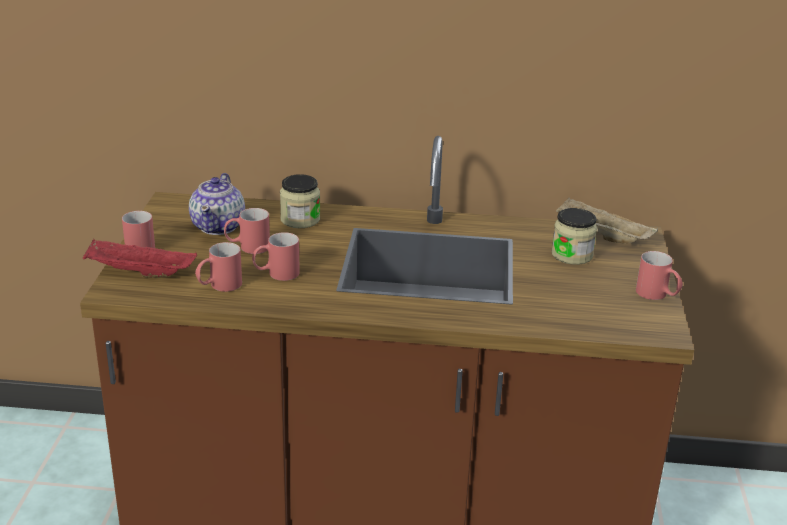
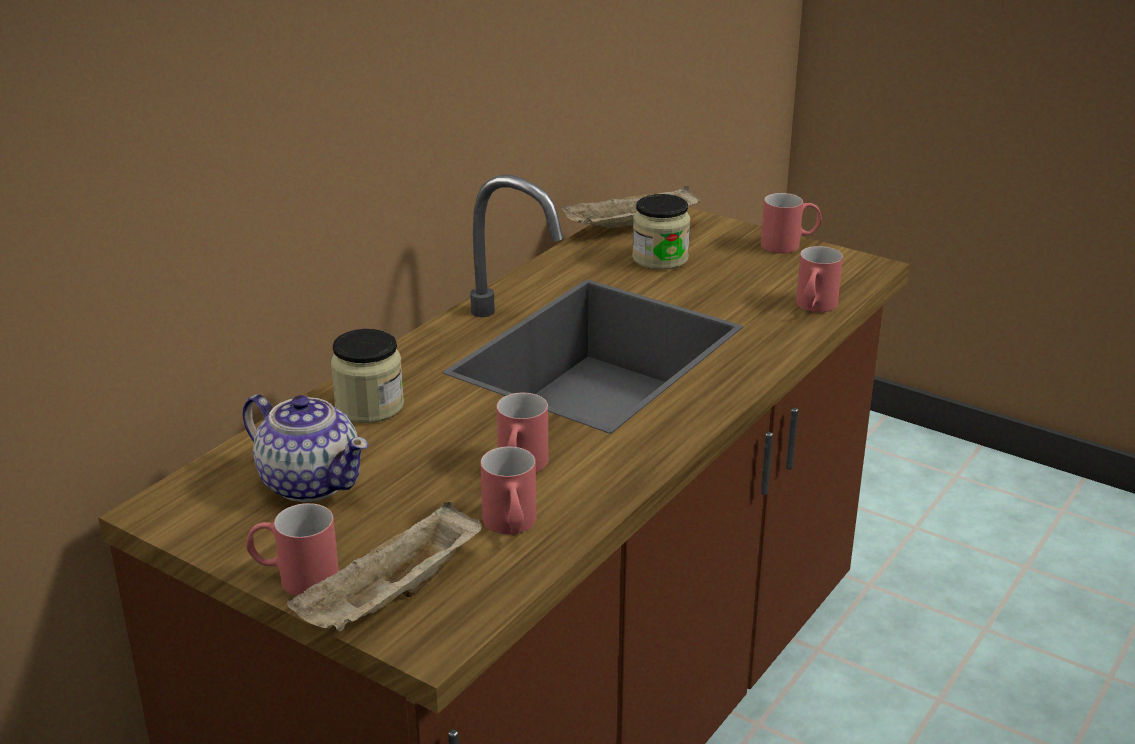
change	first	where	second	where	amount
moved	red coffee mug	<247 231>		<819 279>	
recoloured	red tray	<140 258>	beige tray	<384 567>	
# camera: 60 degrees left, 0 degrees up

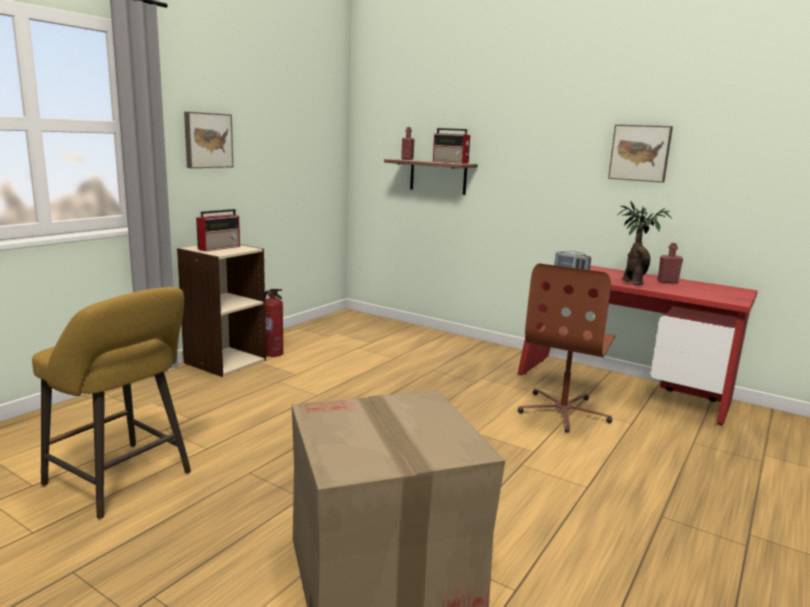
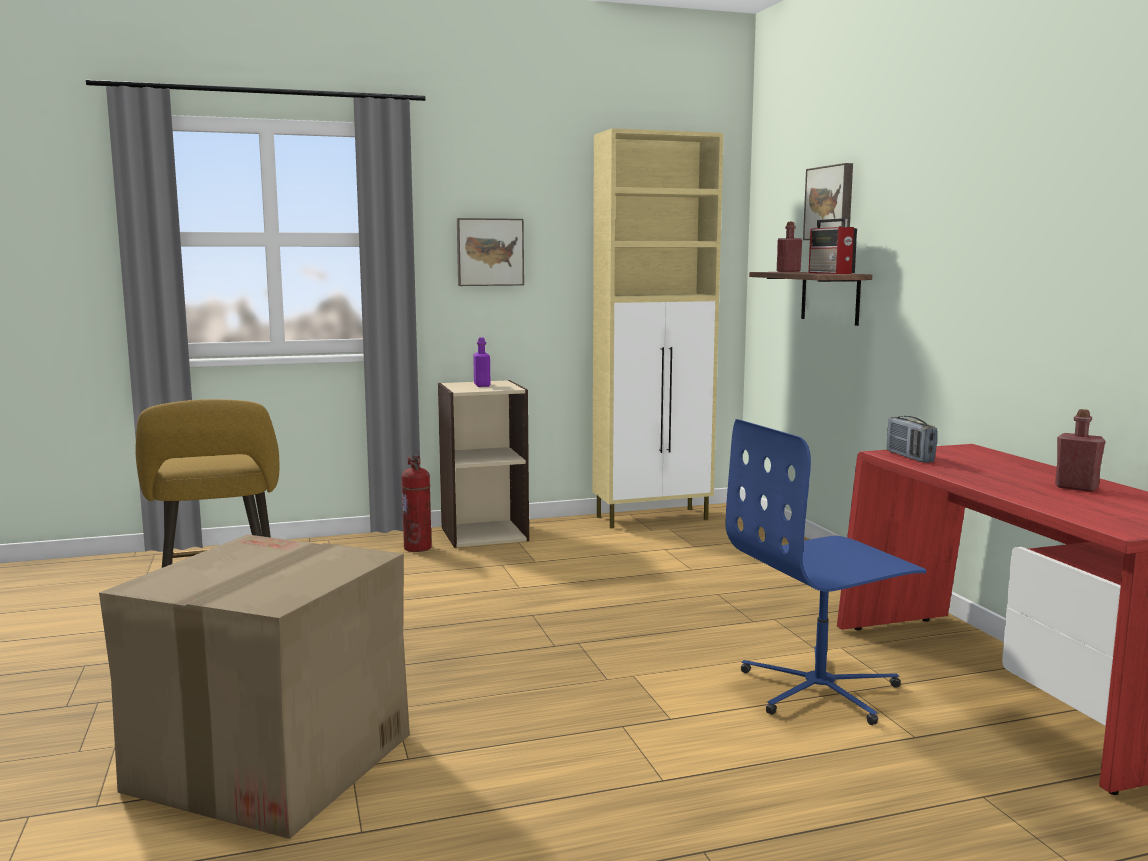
change	first	where	second	where	amount
moved	picture	<640 154>		<828 201>	
removed	potted plant	<644 243>			
replaced	radio set	<218 230>	purplish drink bottle	<481 362>	
recoloured	brown-coloured office chair	<566 348>	blue office chair	<825 572>	
moved	fire-fighting cylinder	<274 323>		<416 503>	
added			beige storage cabinet	<658 328>	
# camera: 40 degrees right, 5 degrees down

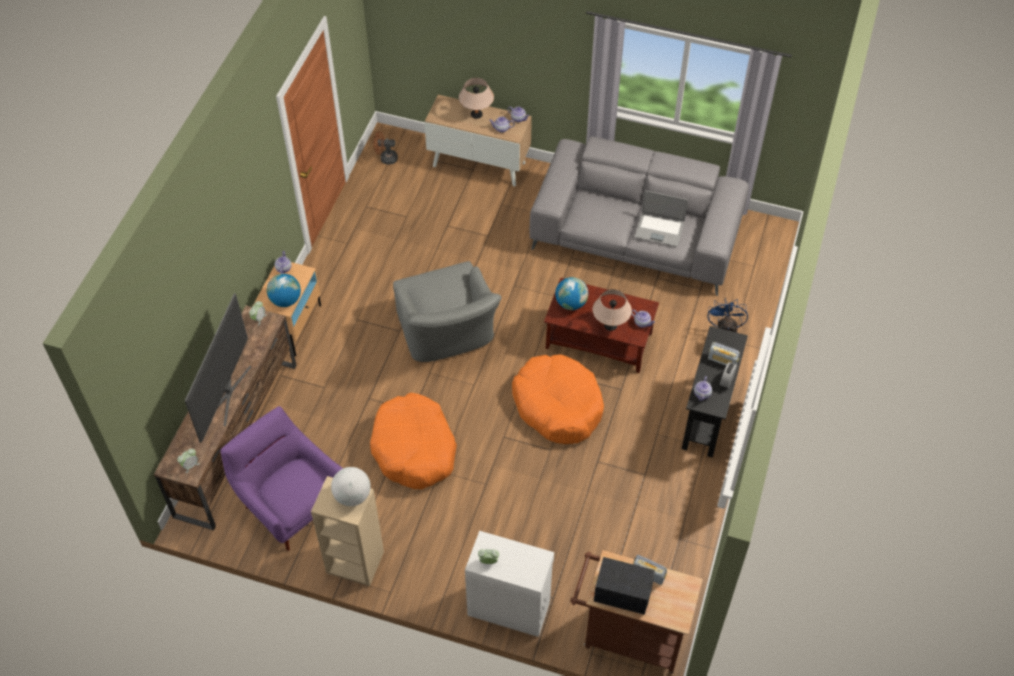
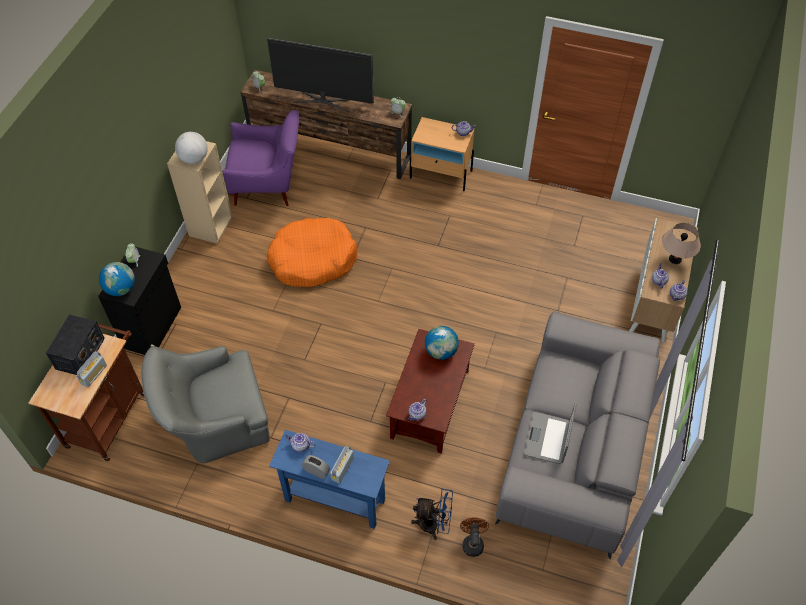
change	first	where	second	where	amount
moved	brown-coloured fan	<385 148>		<474 537>	
moved	greyish easy chair	<447 311>		<205 404>	
moved	desk globe	<284 290>		<117 279>	
removed	beige tabletop lamp	<612 310>			
recoloured	black narrow table	<715 391>	blue narrow table	<329 479>	
removed	orangey dog cushion	<558 399>			
turned	purplish easy chair	<281 478>		<260 158>	45 degrees clockwise
recoloured	whitish storage cabinet	<509 584>	black storage cabinet	<139 301>	
# camera: 90 degrees right, 0 degrees up

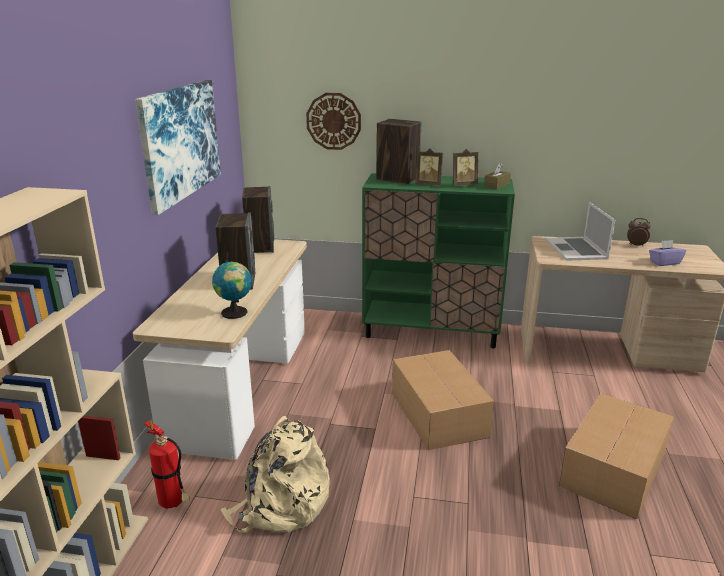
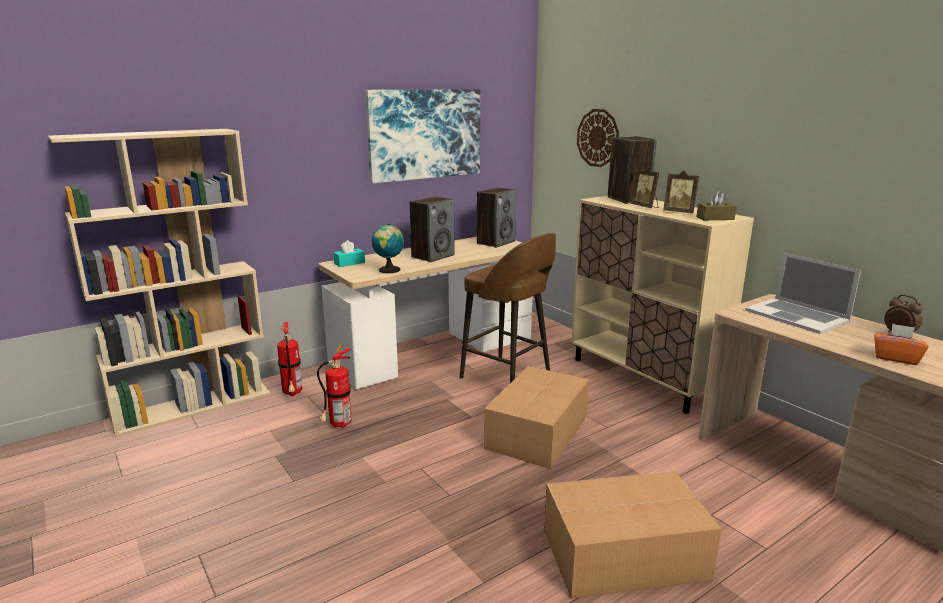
change	first	where	second	where	amount
recoloured	green-coloured storage cabinet	<438 260>	beige storage cabinet	<662 305>	
turned	laptop	<580 231>		<803 293>	75 degrees counterclockwise
recoloured	purplish tissue holder	<667 253>	orangey tissue holder	<901 344>	
replaced	beige knapsack	<275 474>	fire-fighting cylinder	<334 386>	
added			brown-coloured sitting stool	<507 308>	
added			turquoise-coloured tissue holder	<349 253>	
# camera: 45 degrees right, 5 degrees down

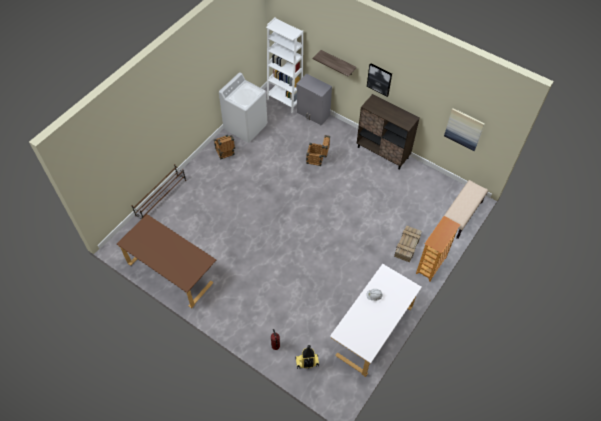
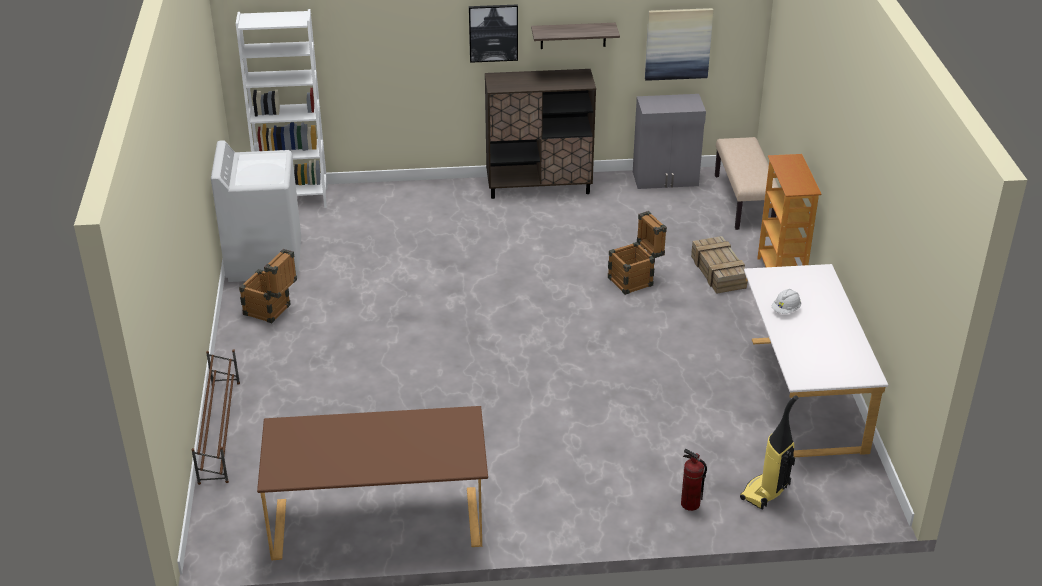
change	first	where	second	where	amount
moved	bracket shelf	<334 63>		<575 36>	
moved	greyish storage cabinet	<314 99>		<669 141>	
moved	shipping crate	<318 150>		<637 253>	
# camera: 40 degrees left, 20 degrees down

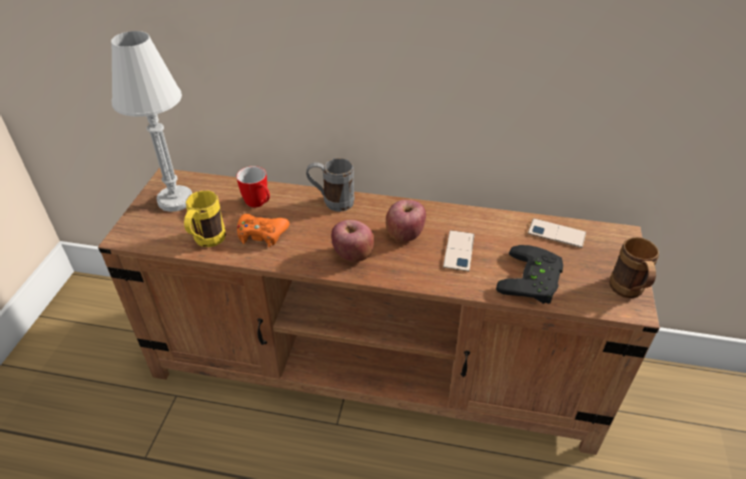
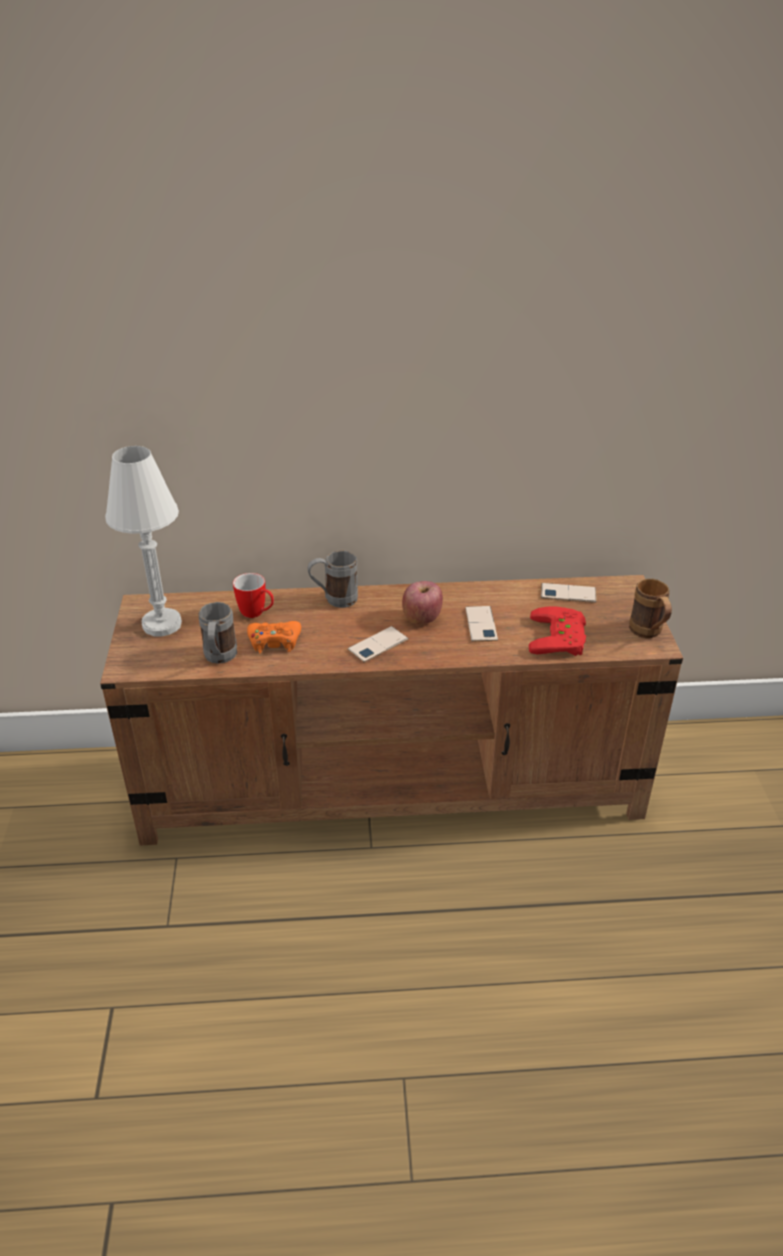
change	first	where	second	where	amount
recoloured	yellowish coffee mug	<205 218>	greyish coffee mug	<217 633>	
replaced	apple fruit	<352 241>	phone	<378 644>	
recoloured	black gamepad	<529 274>	red gamepad	<557 631>	
# camera: 15 degrees left, 5 degrees down

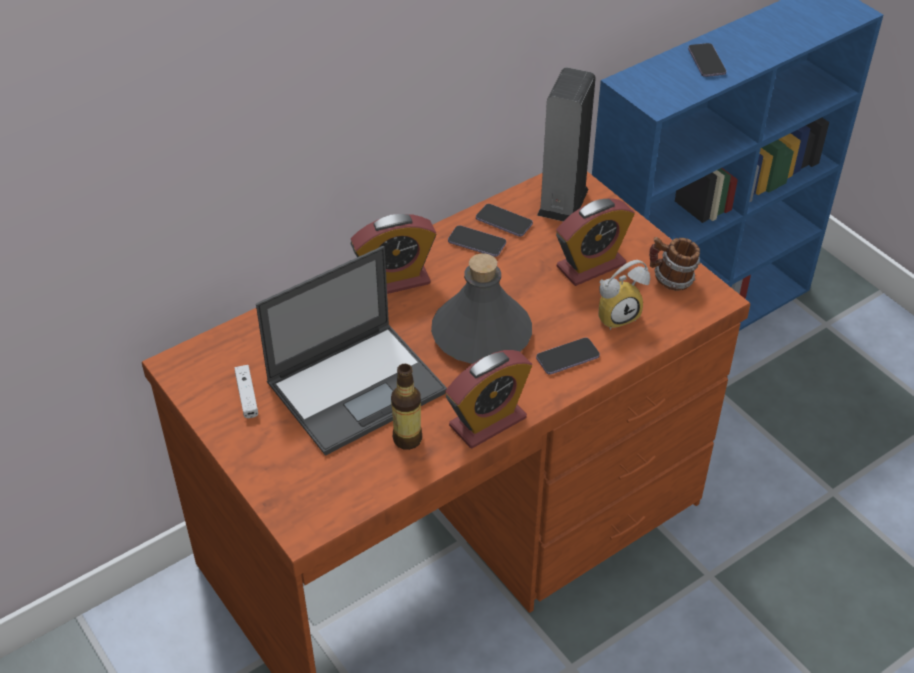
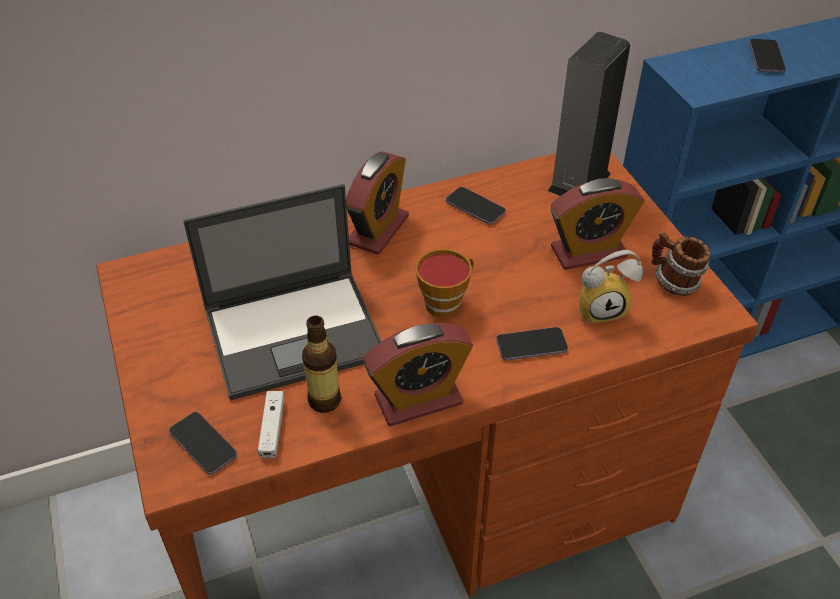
change	first	where	second	where	amount
moved	phone	<504 220>		<203 443>	
turned	alarm clock	<394 254>		<377 203>	60 degrees counterclockwise
replaced	greyish drink bottle	<481 308>	cup	<444 283>	
moved	whitish gamepad	<246 391>		<271 424>	
# camera: 15 degrees right, 0 degrees up

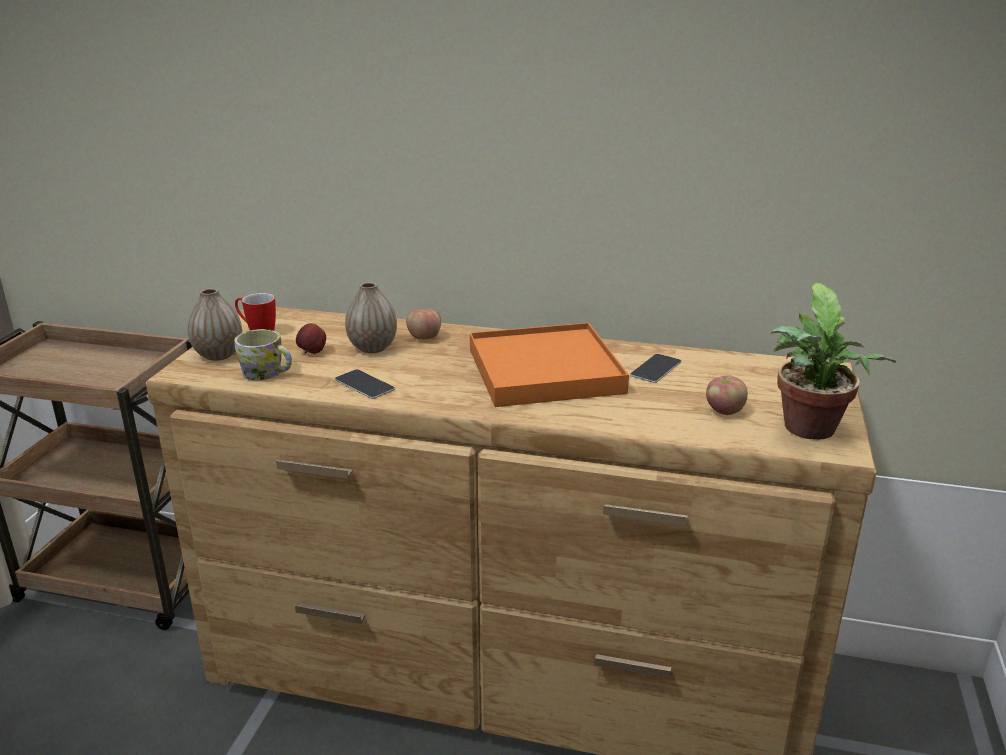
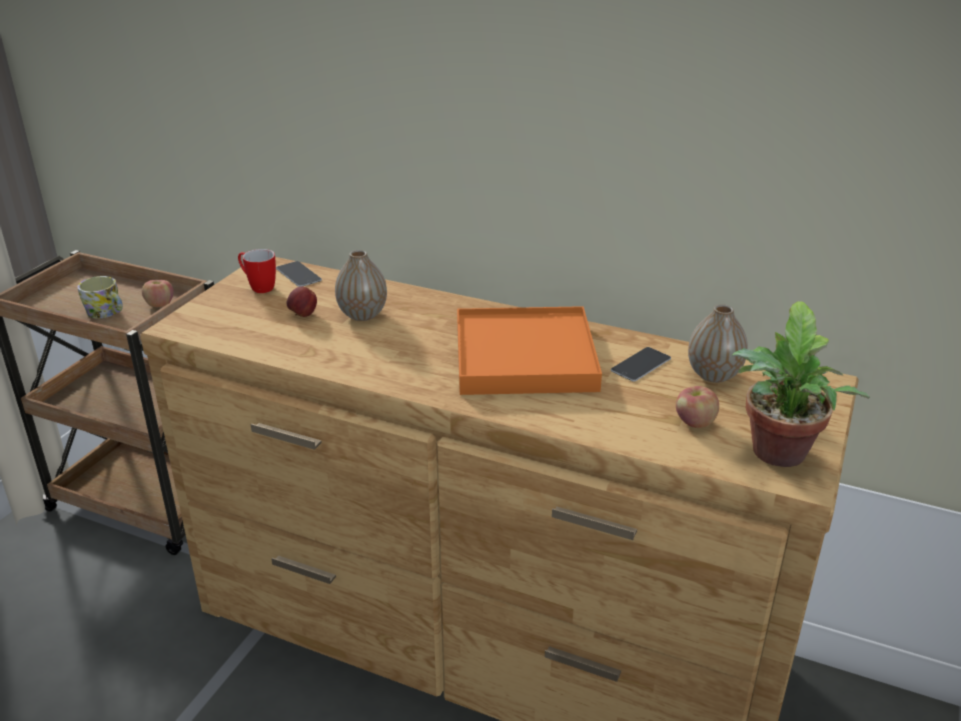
change	first	where	second	where	amount
moved	vase	<214 324>		<718 343>	
moved	apple fruit	<423 324>		<158 293>	
moved	coffee mug	<263 354>		<100 297>	
moved	phone	<364 384>		<299 274>	
# camera: 10 degrees right, 5 degrees up

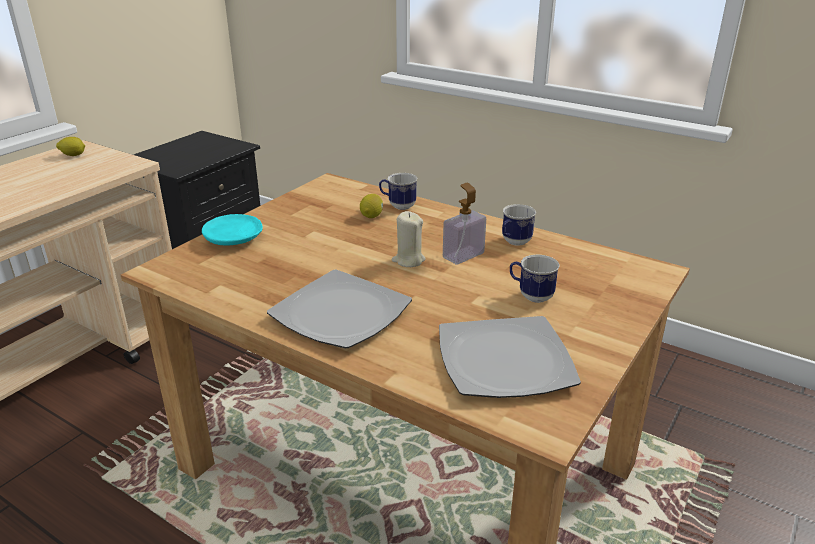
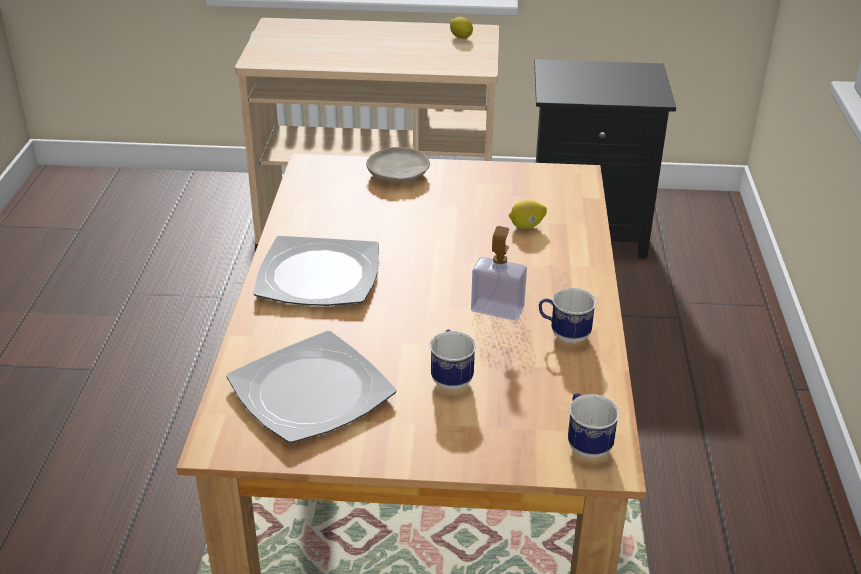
change	first	where	second	where	amount
moved	coffee mug	<398 191>		<594 426>	
removed	beige wax light	<409 239>			
recoloured	turquoise-coloured plate	<232 230>	beige plate	<398 164>	
# camera: 60 degrees right, 5 degrees up

